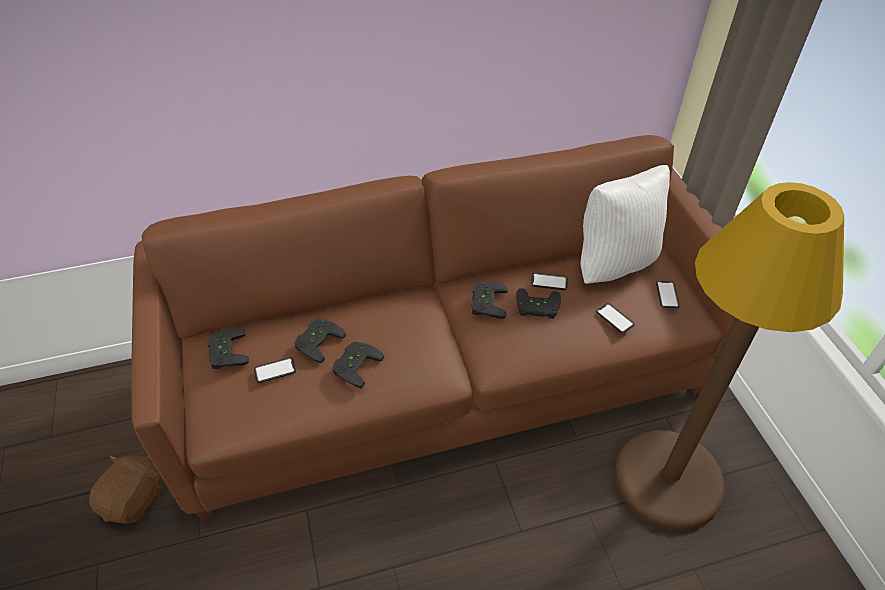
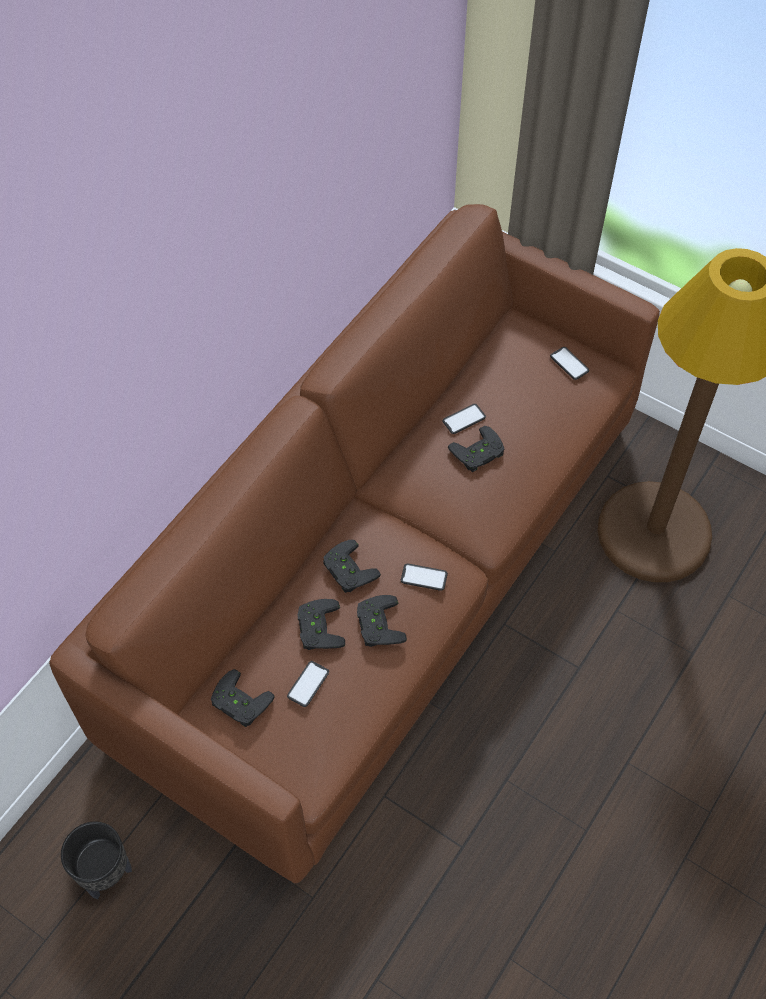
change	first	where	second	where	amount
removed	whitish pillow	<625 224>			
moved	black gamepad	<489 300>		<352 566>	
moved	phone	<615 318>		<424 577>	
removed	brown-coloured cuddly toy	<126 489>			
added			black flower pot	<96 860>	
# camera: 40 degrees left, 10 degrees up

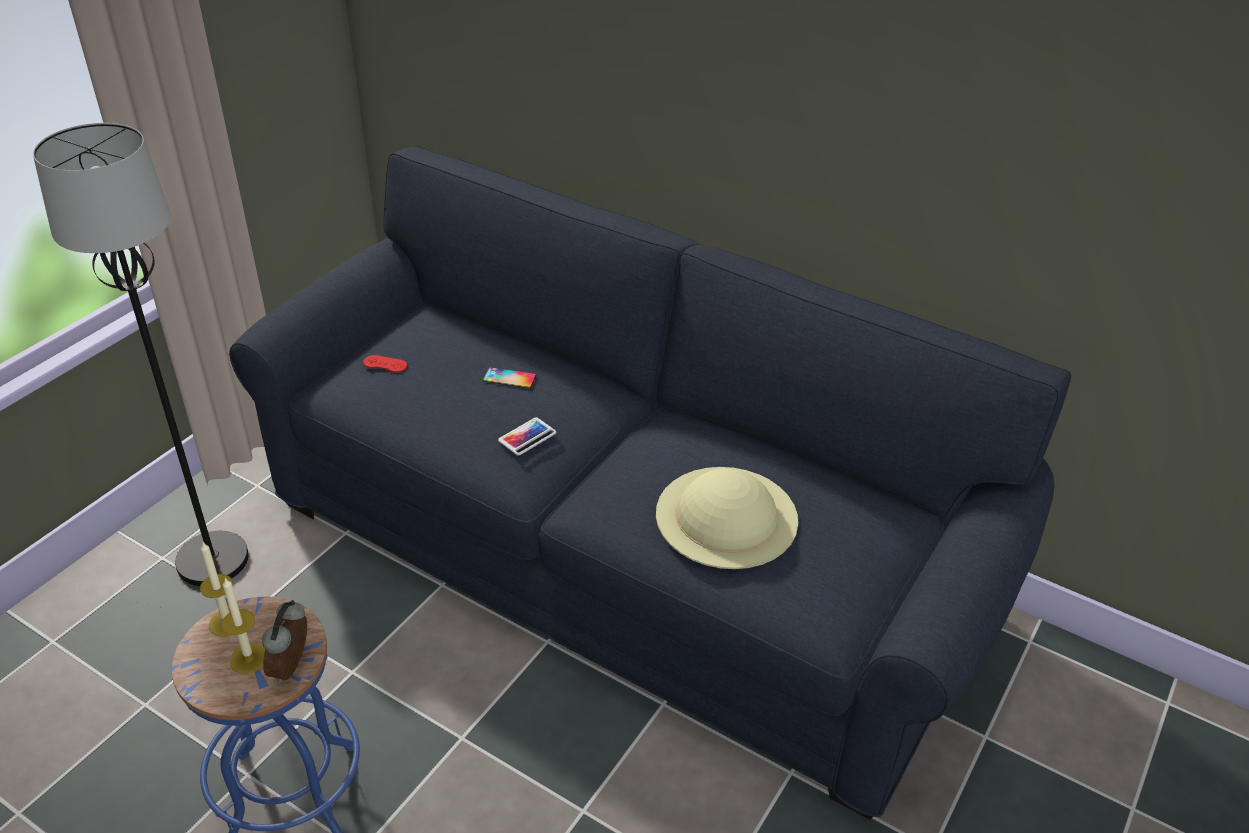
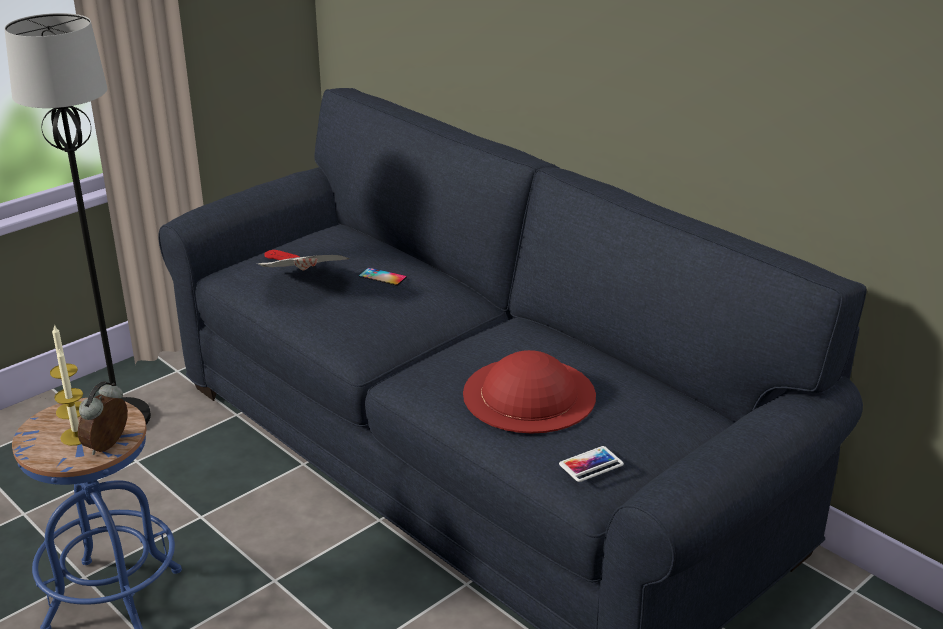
change	first	where	second	where	amount
moved	phone	<527 436>		<591 464>	
recoloured	beige clothing hat	<727 518>	red clothing hat	<529 392>	
added			printed paper	<304 263>	
# camera: 15 degrees right, 10 degrees down

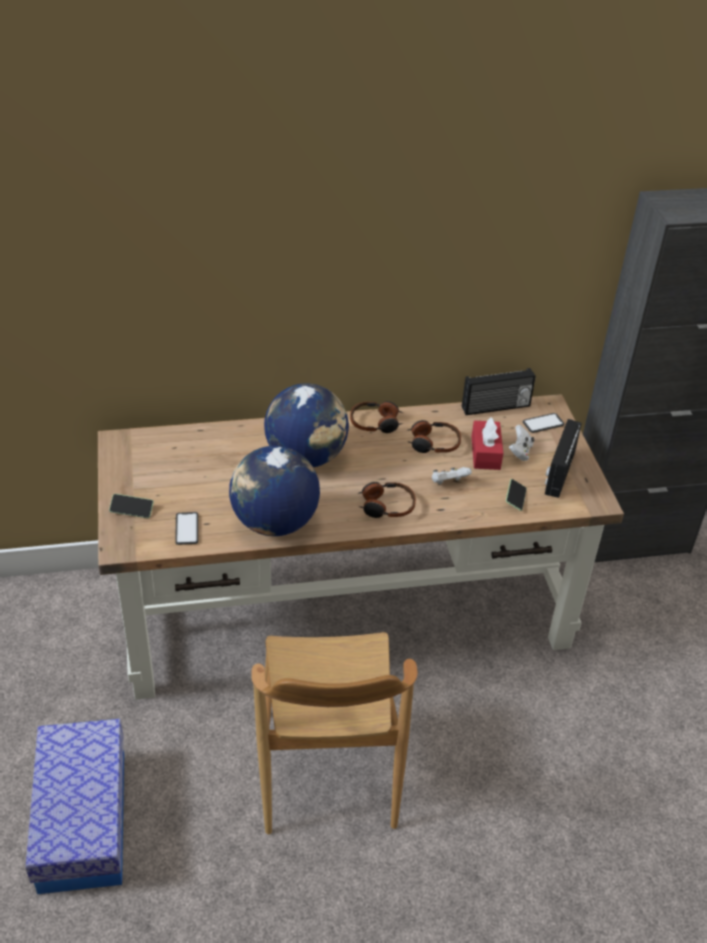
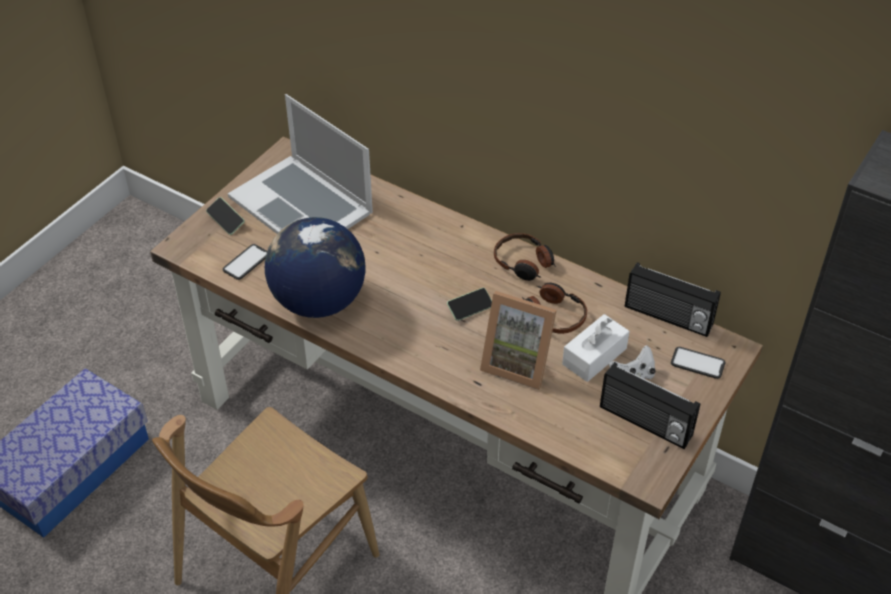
change	first	where	second	where	amount
removed	desk globe	<306 425>			
recoloured	red tissue holder	<487 443>	whitish tissue holder	<596 348>	
turned	radio set	<563 458>		<650 405>	120 degrees counterclockwise
replaced	whitish gamepad	<452 476>	picture frame	<518 340>	
moved	phone	<516 495>		<469 304>	
removed	headphones	<386 500>			
added			laptop	<300 164>	
# camera: 45 degrees right, 5 degrees up

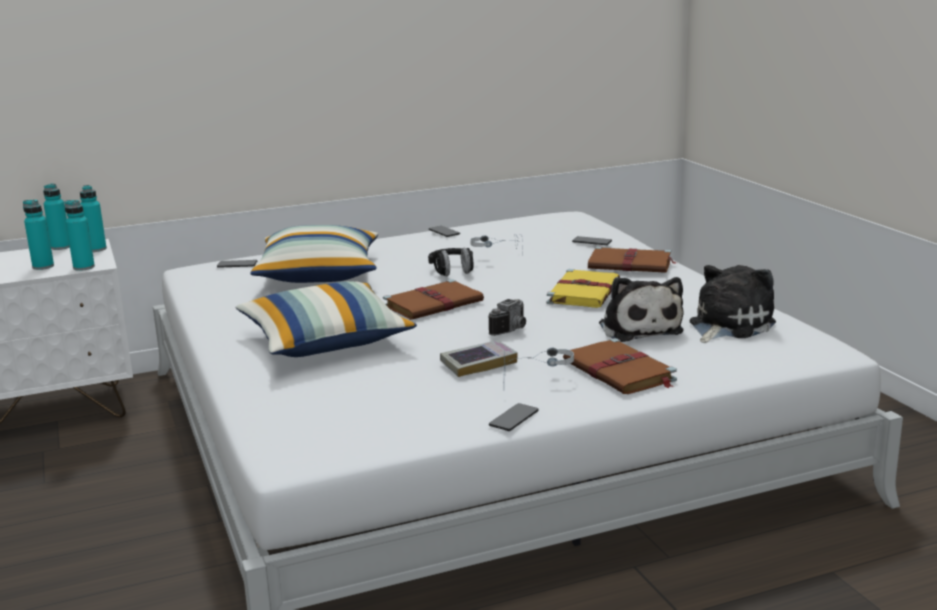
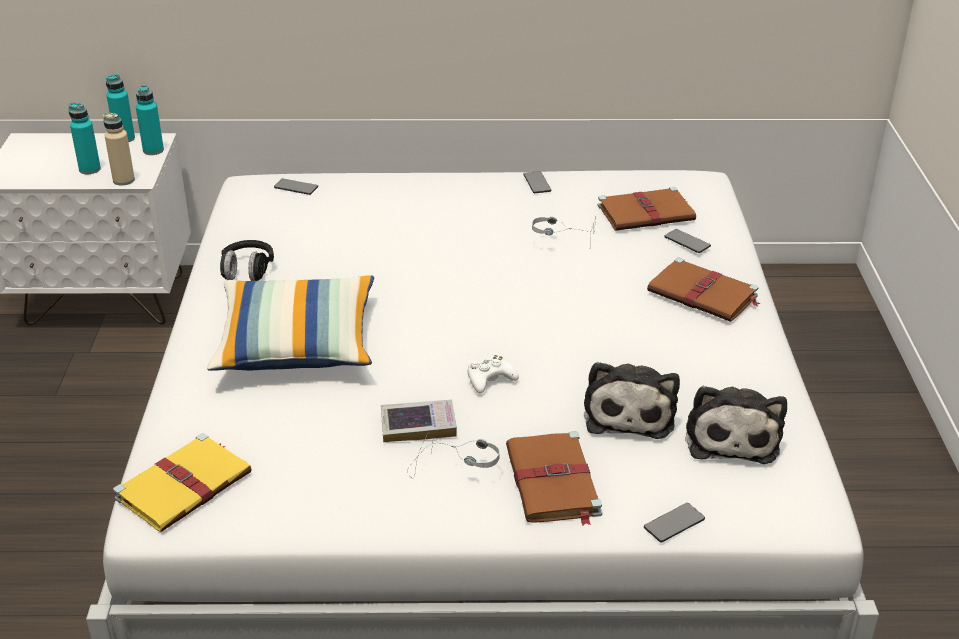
change	first	where	second	where	amount
recoloured	turquoise-coloured drink bottle	<79 235>	beige drink bottle	<119 149>	
removed	pillow	<314 254>			
moved	black headphones	<451 262>		<247 260>	
turned	cuddly toy	<733 304>		<736 425>	120 degrees clockwise
moved	yellowish bound book	<583 288>		<182 482>	
moved	brown-coloured bound book	<433 299>		<647 209>	
replaced	still camera	<507 317>	whitish gamepad	<493 374>	
moved	phone	<514 417>		<674 522>	
# camera: 20 degrees right, 15 degrees up

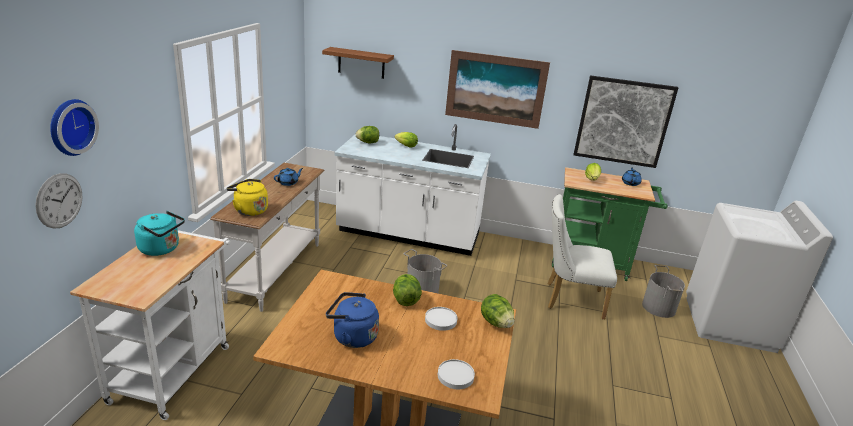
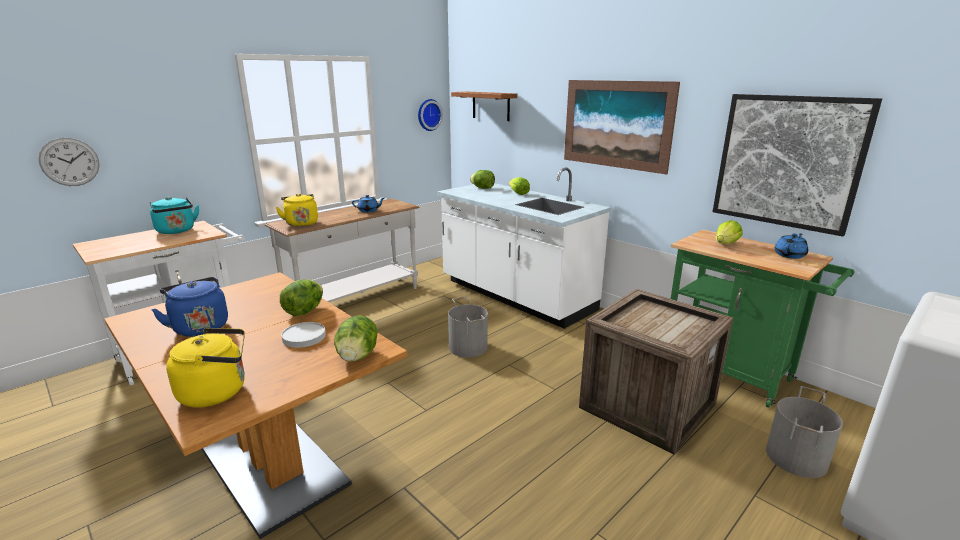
change	first	where	second	where	amount
moved	clock on the wall	<74 127>		<430 115>	
replaced	whitish plain chair	<582 256>	shipping crate	<656 372>	
replaced	whitish plate	<456 374>	yellowish tea kettle	<205 368>	
# camera: 35 degrees right, 5 degrees down

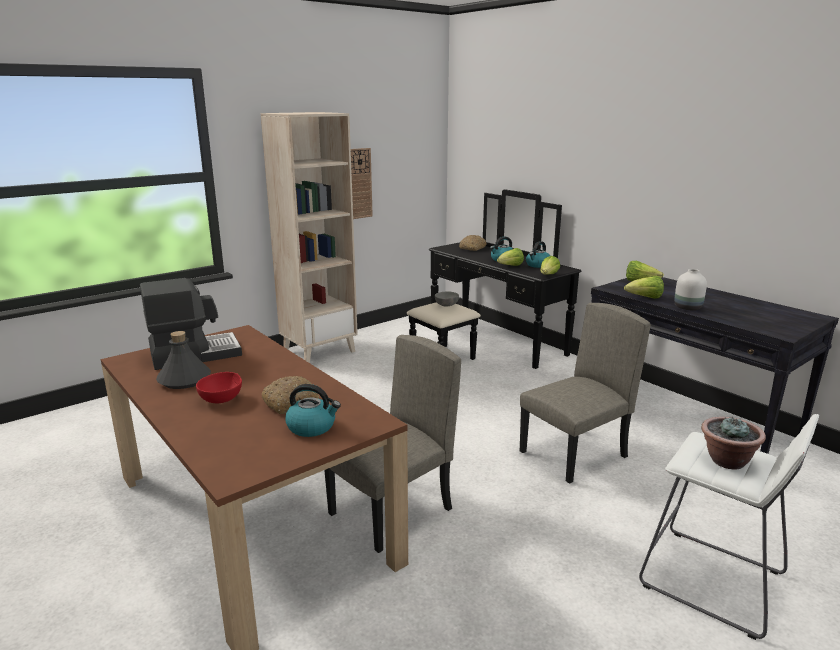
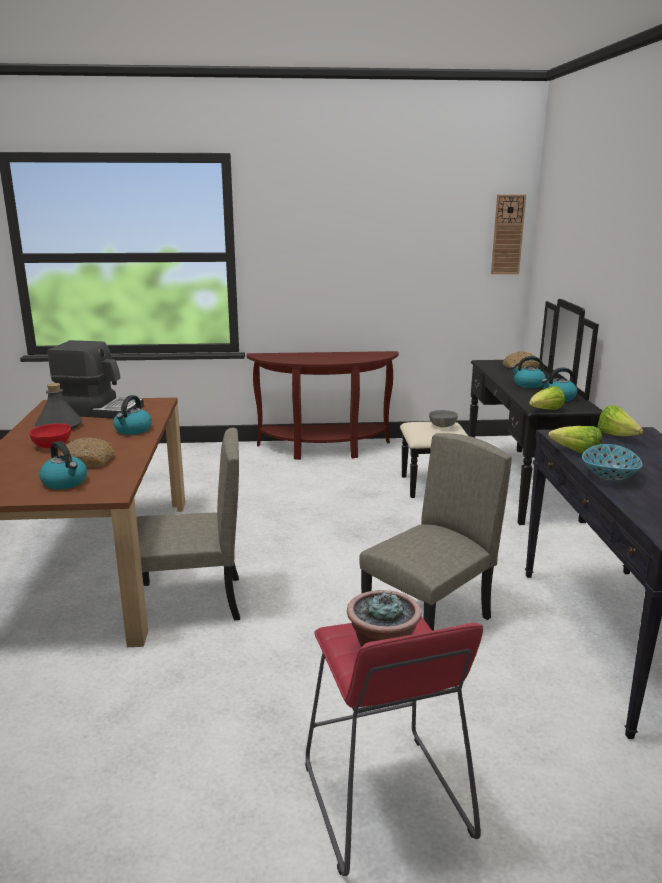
change	first	where	second	where	amount
replaced	beige bookshelf	<309 237>	brown-coloured narrow table	<323 405>	
moved	clock on the wall	<362 183>		<508 234>	
removed	lettuce	<510 257>			
replaced	whitish vase	<690 289>	deep dish	<612 462>	
turned	beige plain chair	<585 393>		<435 532>	45 degrees counterclockwise
recoloured	whitish sitting stool	<729 527>	red sitting stool	<394 746>	
added			tea kettle	<132 415>	
# camera: 35 degrees right, 0 degrees up

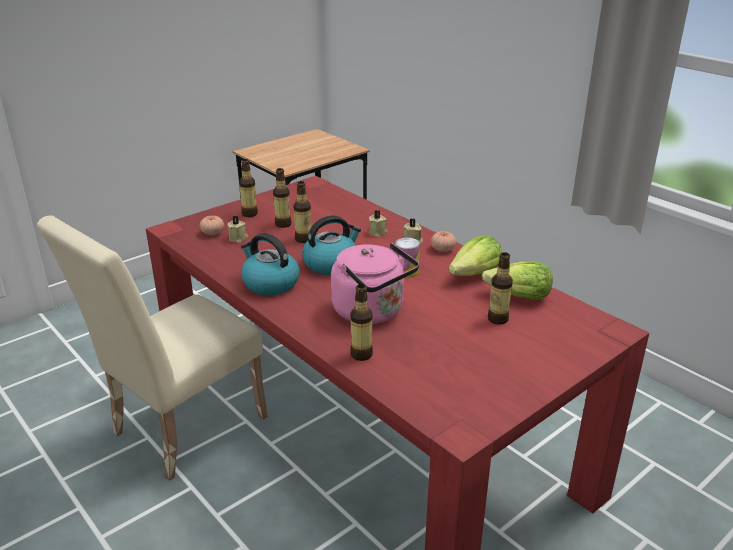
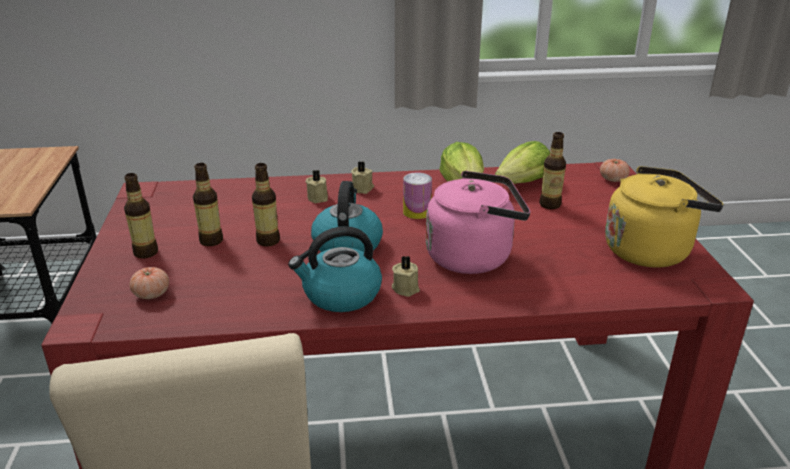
change	first	where	second	where	amount
moved	beige wax light	<237 229>		<406 276>	
moved	tomato	<443 241>		<615 170>	
removed	drink bottle	<361 322>			
added			yellowish tea kettle	<664 217>	
# camera: 55 degrees left, 0 degrees up

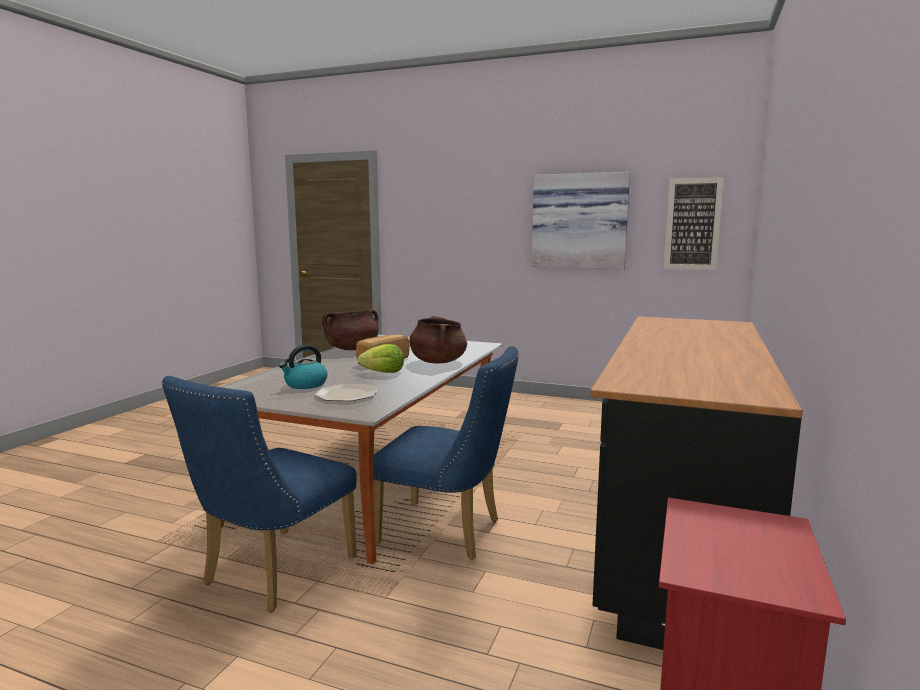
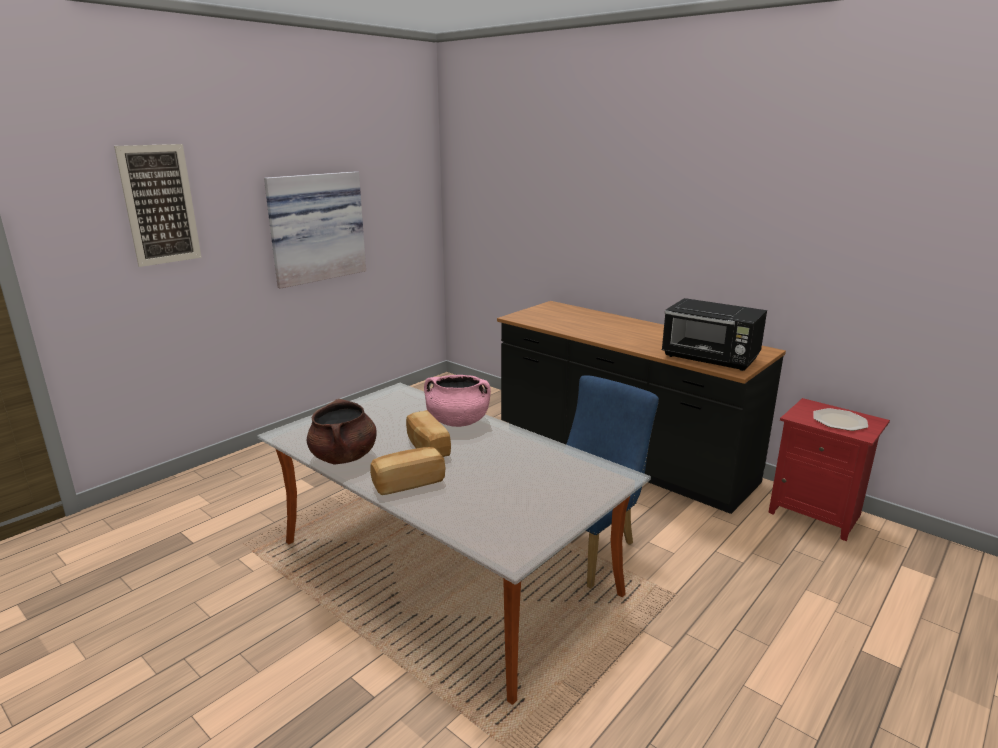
change	first	where	second	where	amount
moved	picture	<694 223>		<158 205>	
recoloured	brown-coloured cooking pot	<438 340>	pink-coloured cooking pot	<457 401>	
removed	lettuce	<380 358>			
removed	tea kettle	<303 367>			
removed	blue plain chair	<259 494>			
moved	plate	<345 392>		<840 419>	
added			black microwave oven	<714 334>	
added			bread	<408 471>	
# camera: 70 degrees left, 10 degrees up

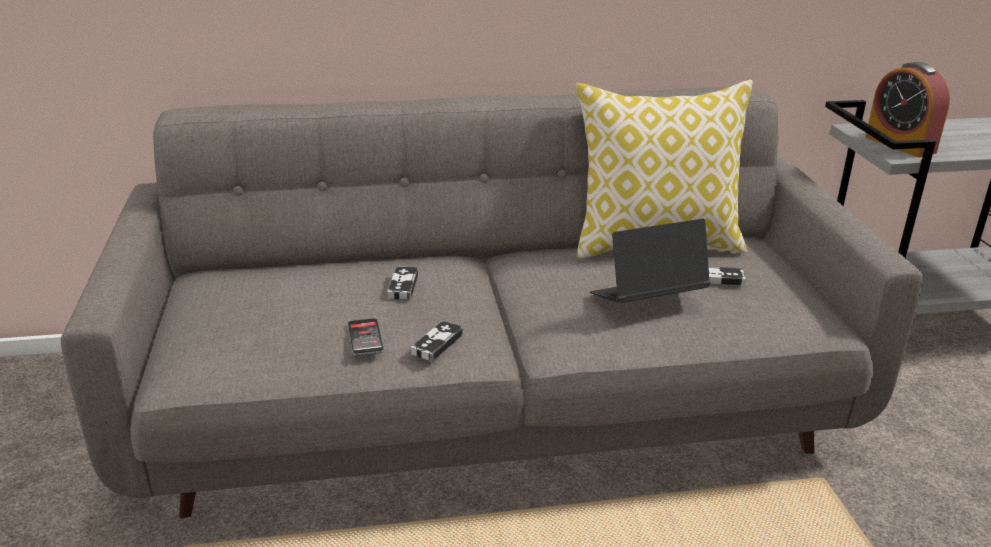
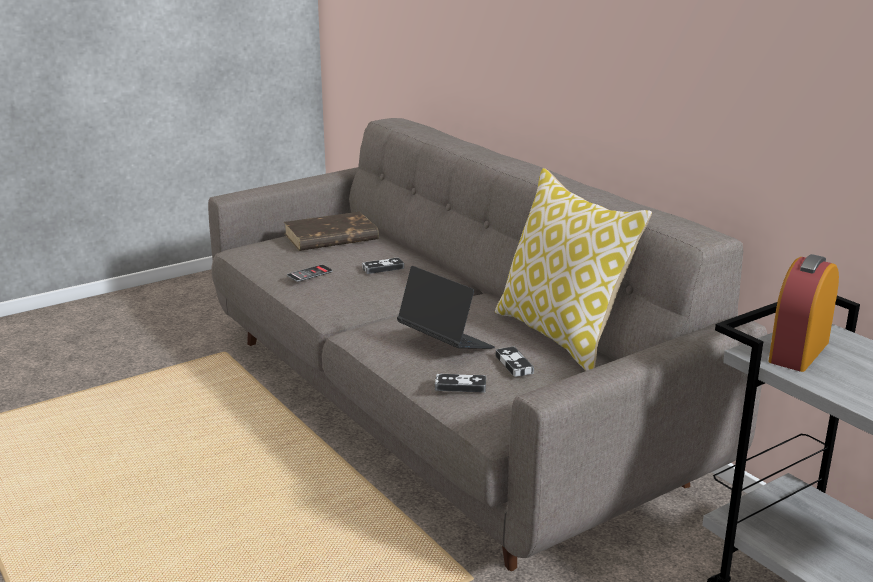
change	first	where	second	where	amount
moved	gamepad	<437 341>		<460 383>	
added			brown-coloured bound book	<331 231>	
# camera: 65 degrees right, 5 degrees down

